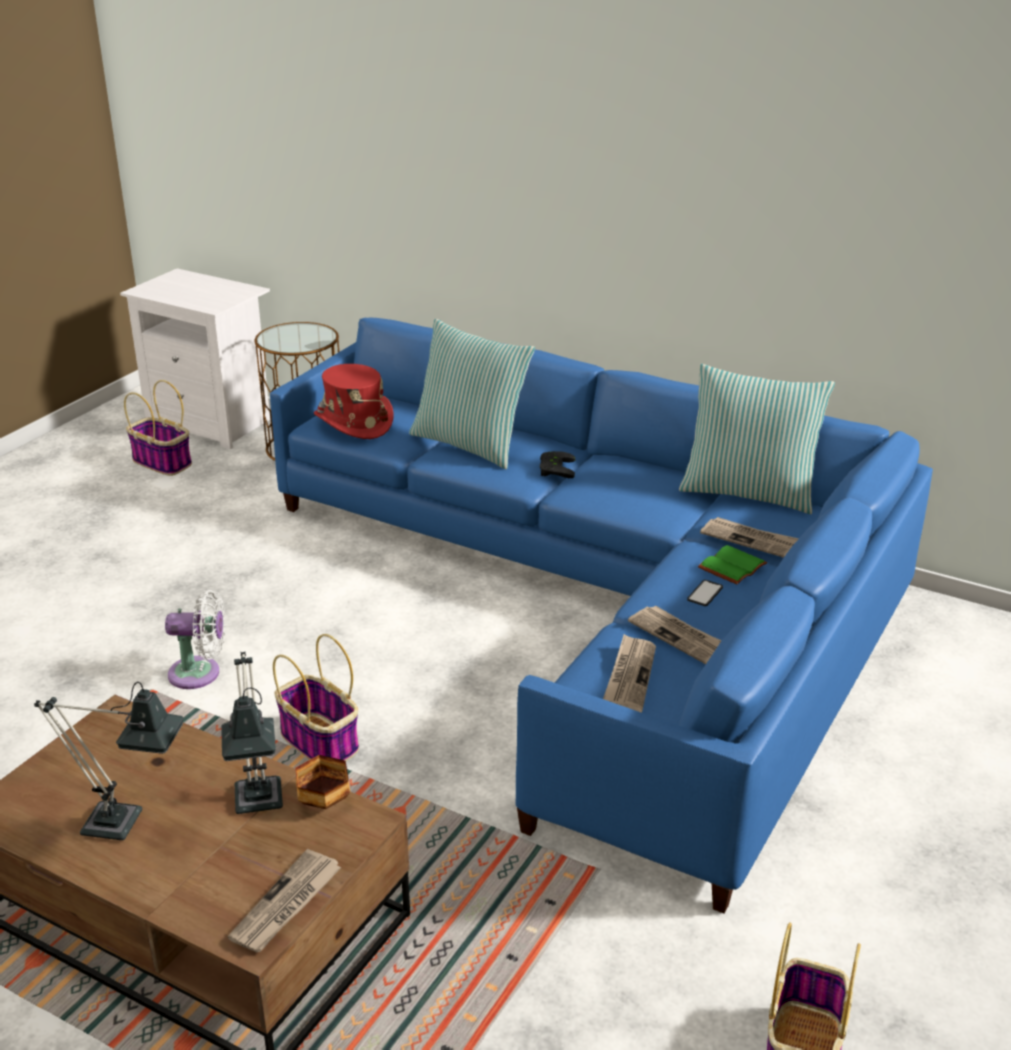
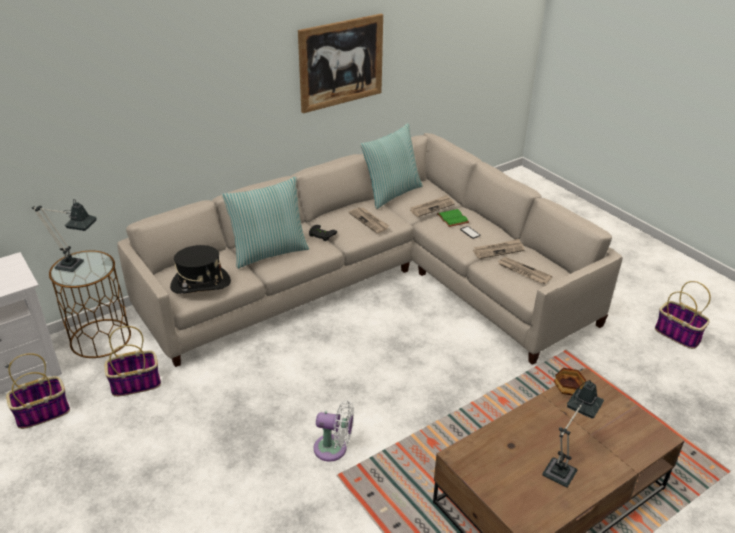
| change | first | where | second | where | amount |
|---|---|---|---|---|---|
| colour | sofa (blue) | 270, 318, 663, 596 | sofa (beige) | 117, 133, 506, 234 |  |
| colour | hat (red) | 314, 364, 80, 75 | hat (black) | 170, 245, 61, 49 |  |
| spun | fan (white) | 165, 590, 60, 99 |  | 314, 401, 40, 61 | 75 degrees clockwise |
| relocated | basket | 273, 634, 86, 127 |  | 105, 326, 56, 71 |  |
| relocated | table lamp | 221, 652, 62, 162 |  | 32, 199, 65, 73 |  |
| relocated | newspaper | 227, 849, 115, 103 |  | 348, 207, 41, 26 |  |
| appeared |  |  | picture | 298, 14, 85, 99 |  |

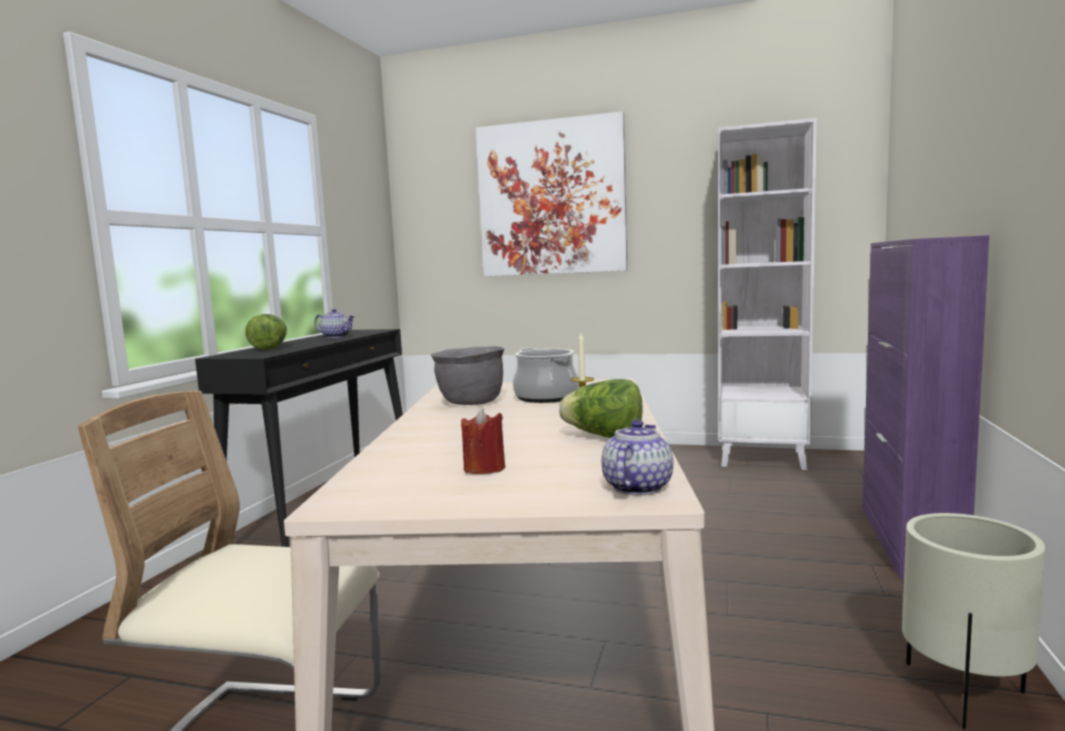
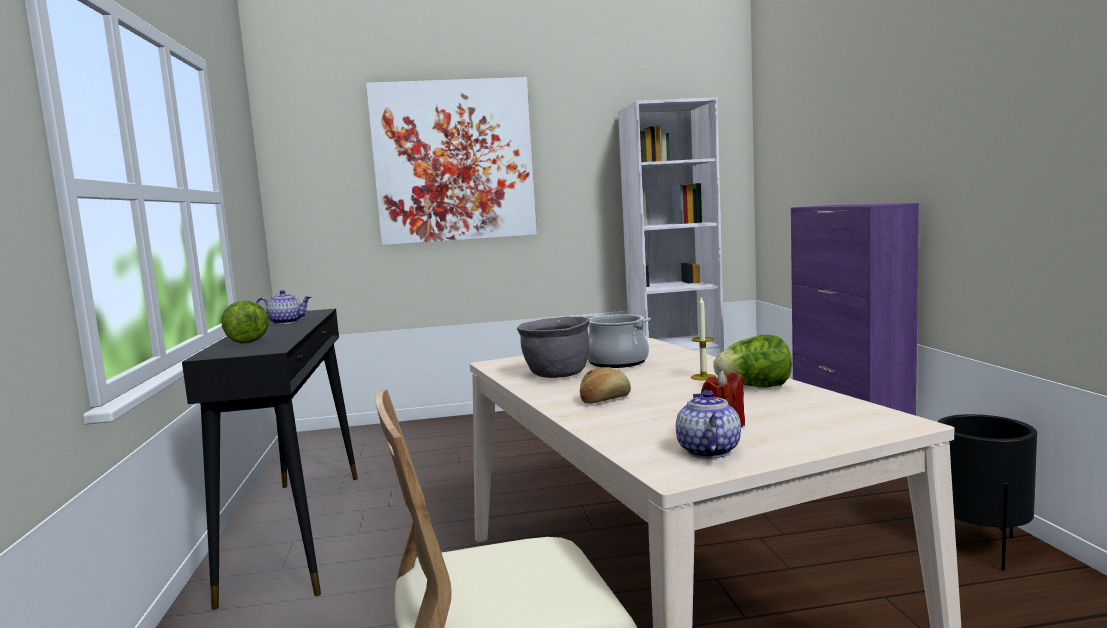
| change | first | where | second | where | amount |
|---|---|---|---|---|---|
| relocated | teapot | 602, 420, 71, 75 |  | 676, 390, 65, 68 |  |
| colour | planter (beige) | 902, 513, 143, 217 | planter (black) | 938, 414, 99, 156 |  |
| appeared |  |  | bread | 580, 367, 51, 37 |  |

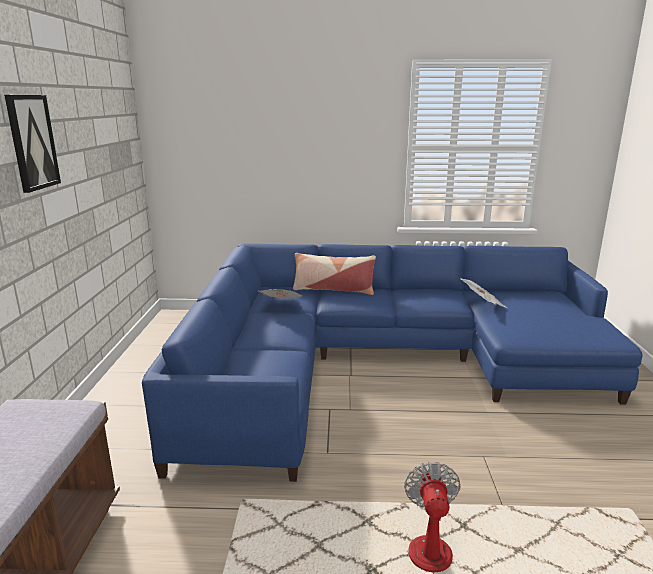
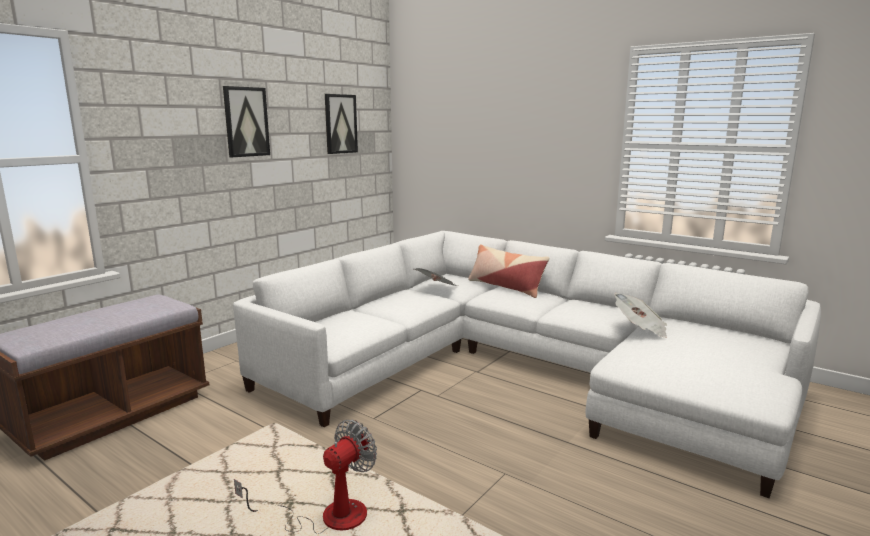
| change | first | where | second | where | amount |
|---|---|---|---|---|---|
| colour | sofa (blue) | 142, 243, 501, 239 | sofa (white) | 233, 231, 588, 267 |  |
| appeared |  |  | picture | 325, 94, 33, 60 |  |

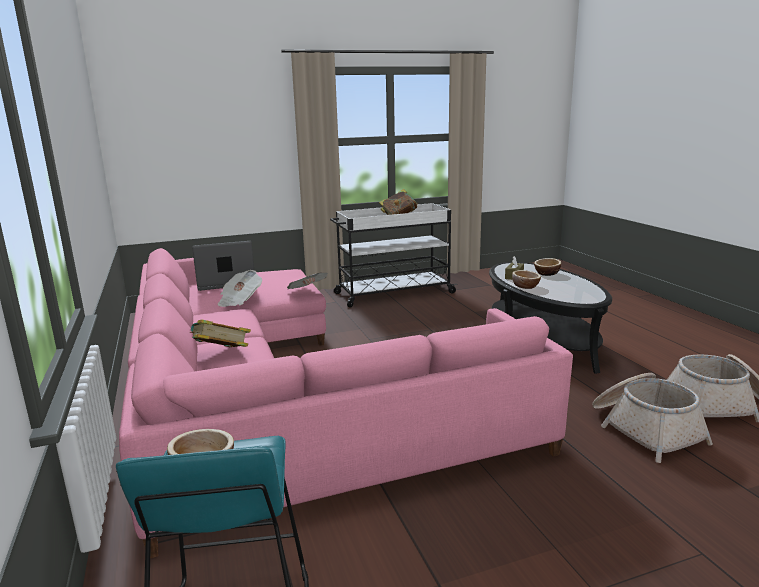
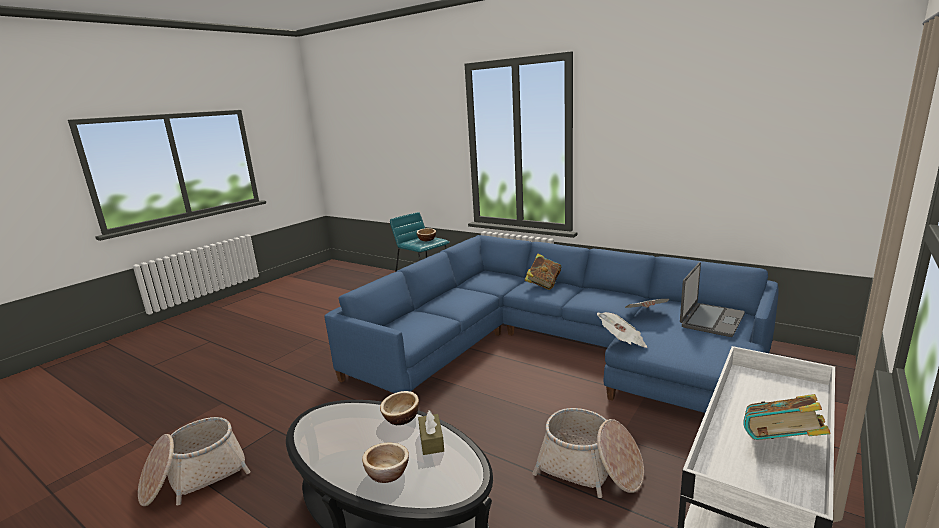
| change | first | where | second | where | amount |
|---|---|---|---|---|---|
| colour | sofa (pink) | 119, 248, 454, 310 | sofa (blue) | 325, 235, 454, 178 |  |
| relocated | basket | 592, 373, 121, 90 |  | 532, 408, 112, 90 |  |

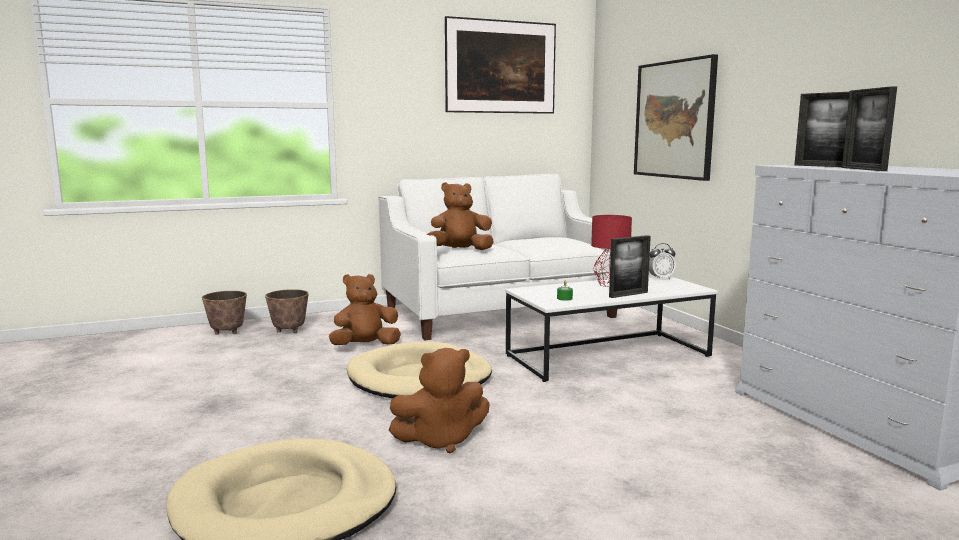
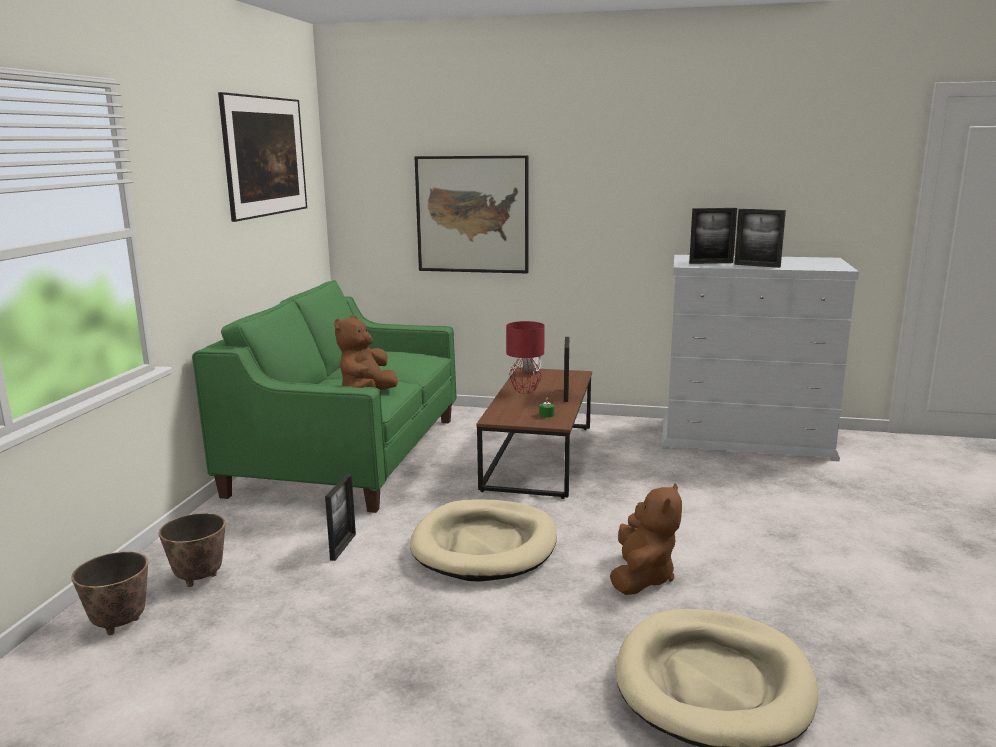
| change | first | where | second | where | amount |
|---|---|---|---|---|---|
| colour | sofa (white) | 378, 174, 239, 166 | sofa (green) | 192, 280, 265, 233 |  |
| exchanged | plush toy (brown) | 329, 274, 72, 71 | picture frame | 325, 474, 31, 87 |  |
| colour | coffee table (white) | 505, 275, 213, 107 | coffee table (brown) | 477, 368, 115, 131 |  |

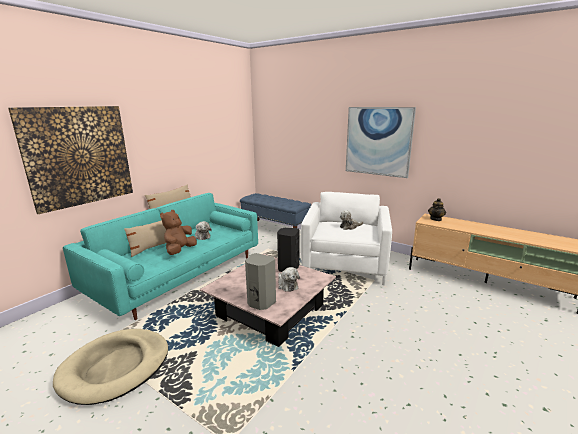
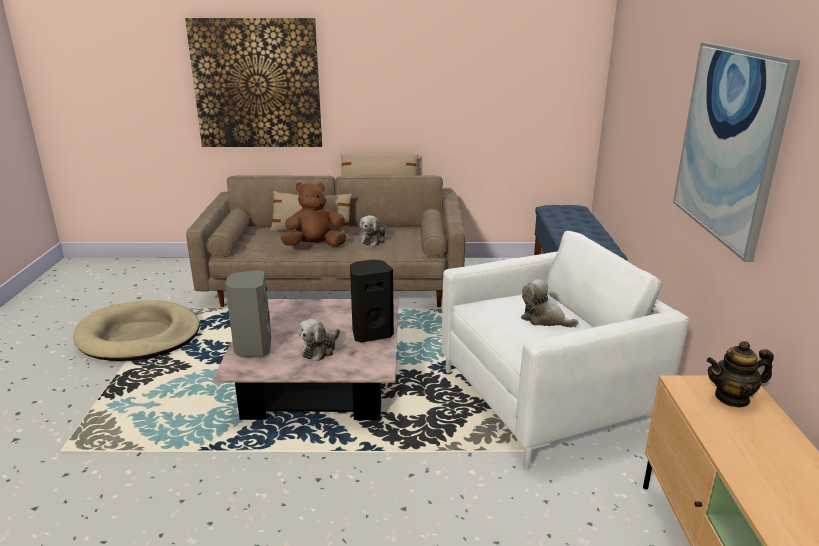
| change | first | where | second | where | amount |
|---|---|---|---|---|---|
| colour | sofa (turquoise) | 63, 193, 195, 127 | sofa (beige) | 186, 175, 279, 132 |  |

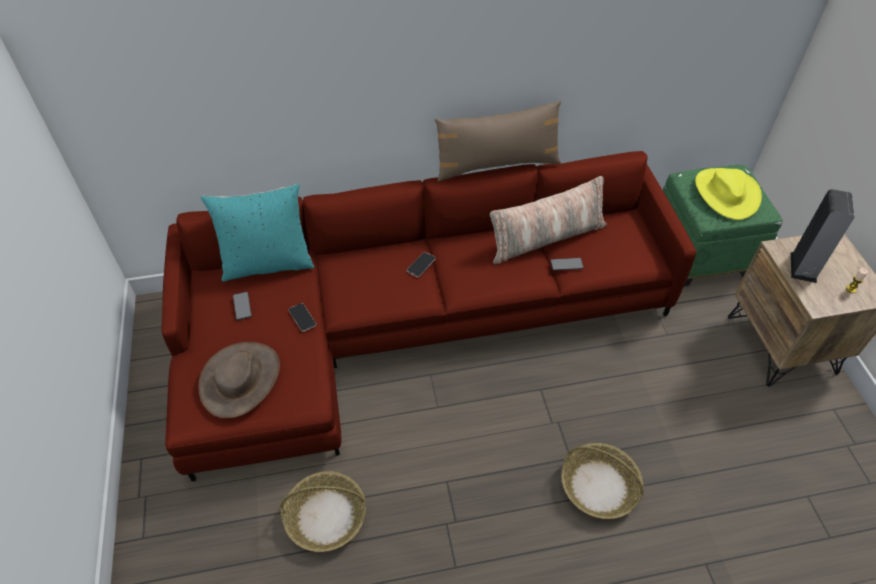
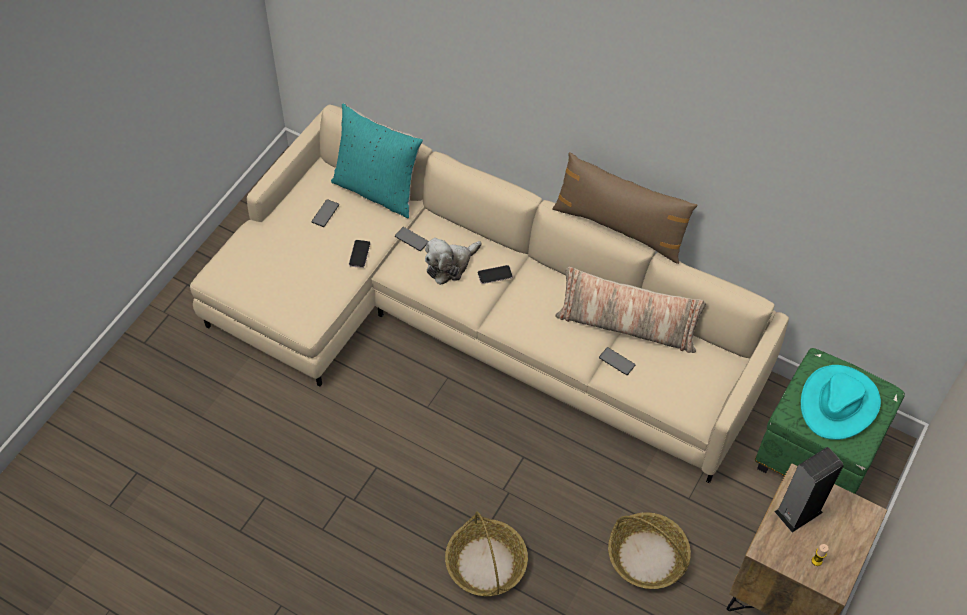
| change | first | where | second | where | amount |
|---|---|---|---|---|---|
| colour | sofa (red) | 162, 151, 534, 330 | sofa (beige) | 190, 104, 599, 379 |  |
| colour | hat (yellow) | 695, 168, 67, 52 | hat (turquoise) | 801, 365, 80, 75 |  |
| missing | hat (brown) | 198, 342, 82, 77 |  |  |  |
| relocated | basket | 280, 471, 86, 81 |  | 608, 512, 83, 77 |  |
| appeared |  |  | phone | 395, 227, 33, 24 |  |
| appeared |  |  | plush toy | 425, 238, 57, 47 |  |

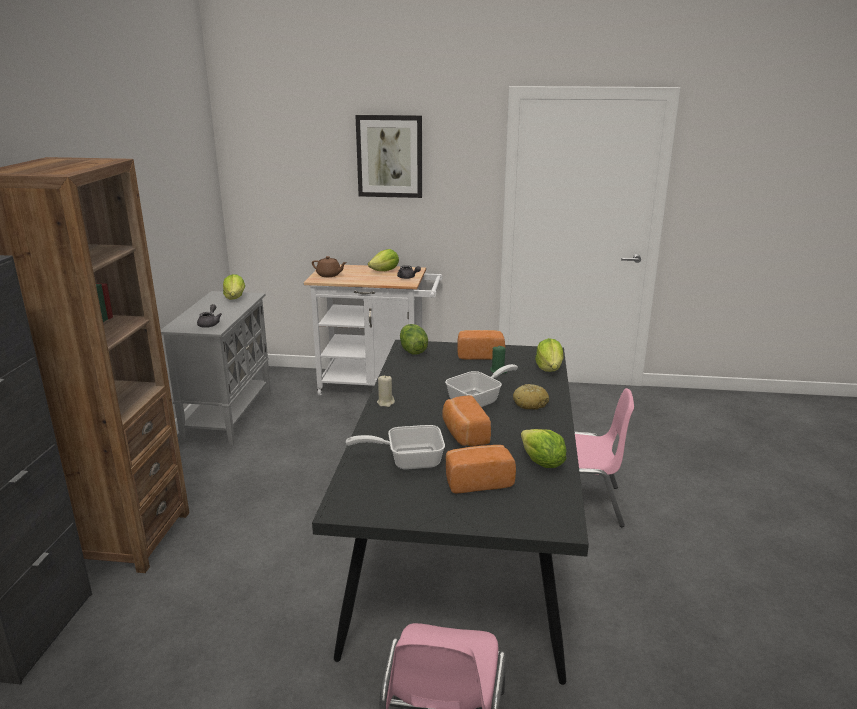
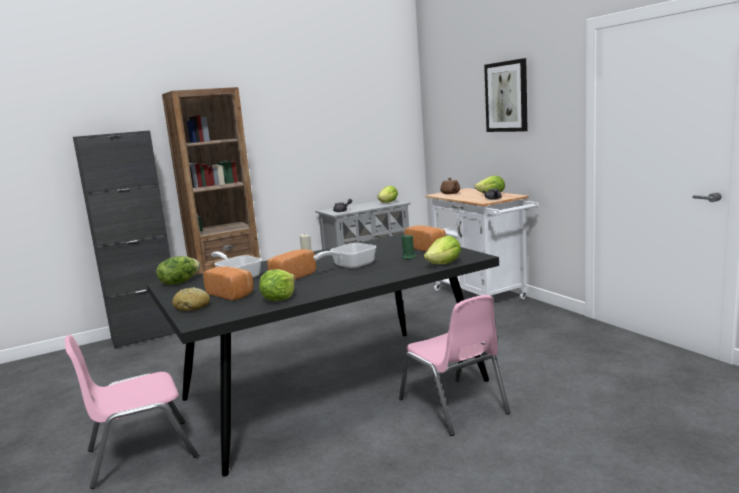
| change | first | where | second | where | amount |
|---|---|---|---|---|---|
| relocated | lettuce | 400, 324, 28, 31 |  | 156, 256, 44, 29 |  |
| spun | frying pan | 445, 364, 73, 43 |  | 314, 243, 63, 26 | 120 degrees clockwise |
| relocated | bread | 513, 384, 36, 26 |  | 172, 287, 38, 24 |  |

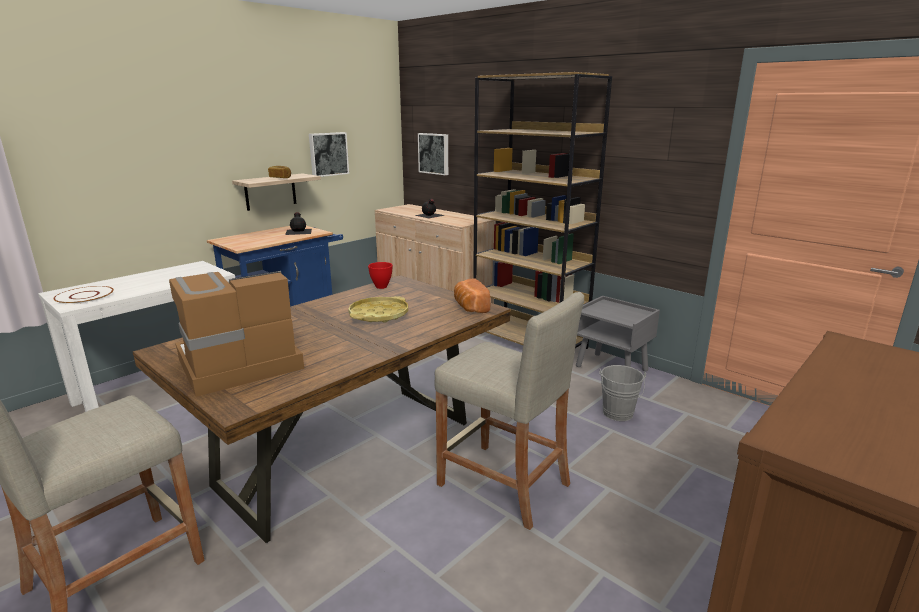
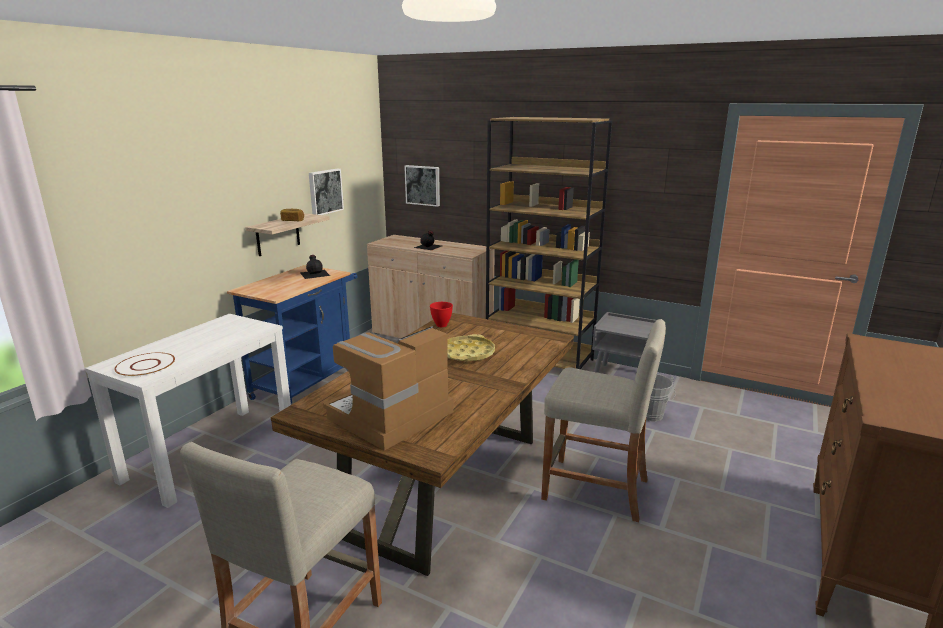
| change | first | where | second | where | amount |
|---|---|---|---|---|---|
| missing | bread | 454, 278, 37, 35 |  |  |  |

